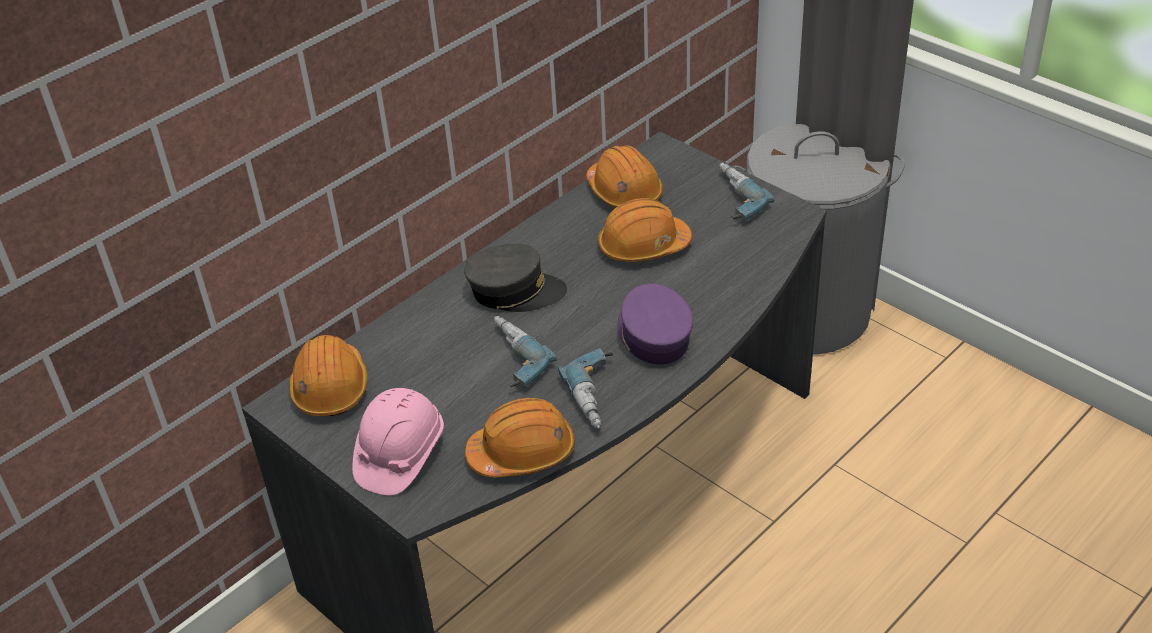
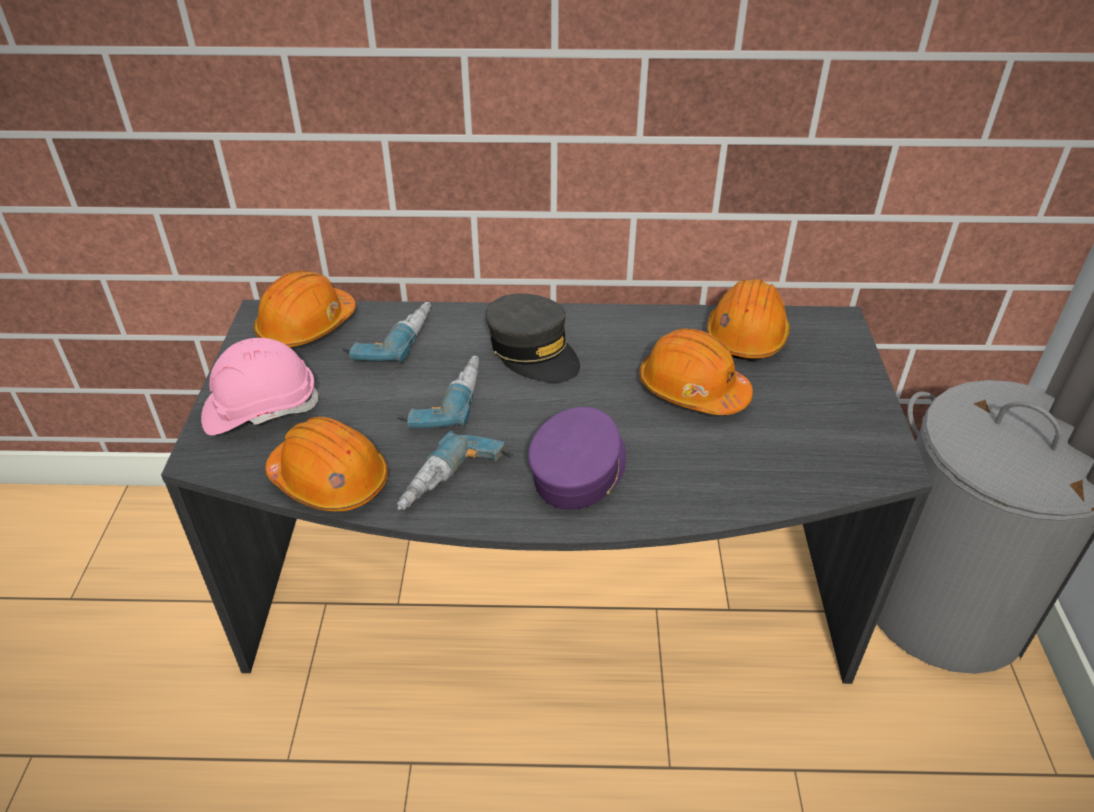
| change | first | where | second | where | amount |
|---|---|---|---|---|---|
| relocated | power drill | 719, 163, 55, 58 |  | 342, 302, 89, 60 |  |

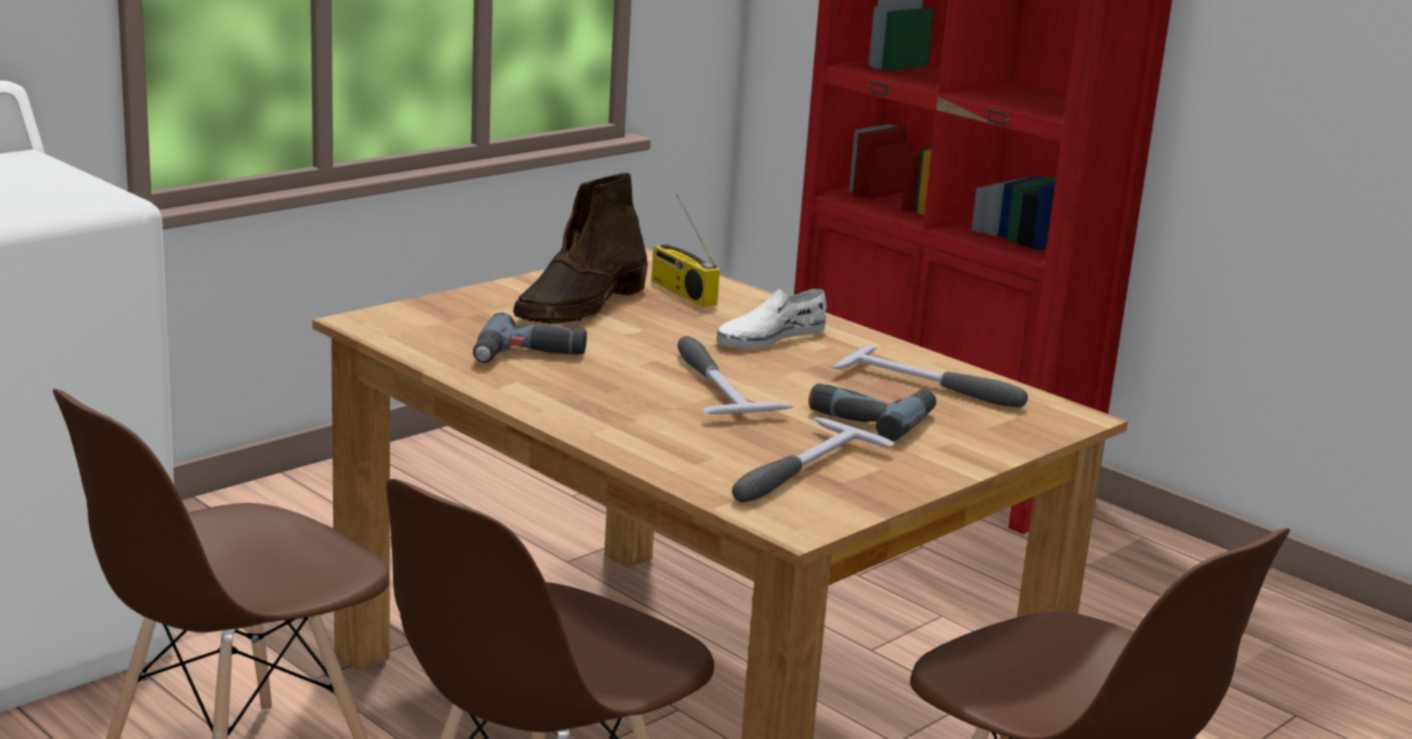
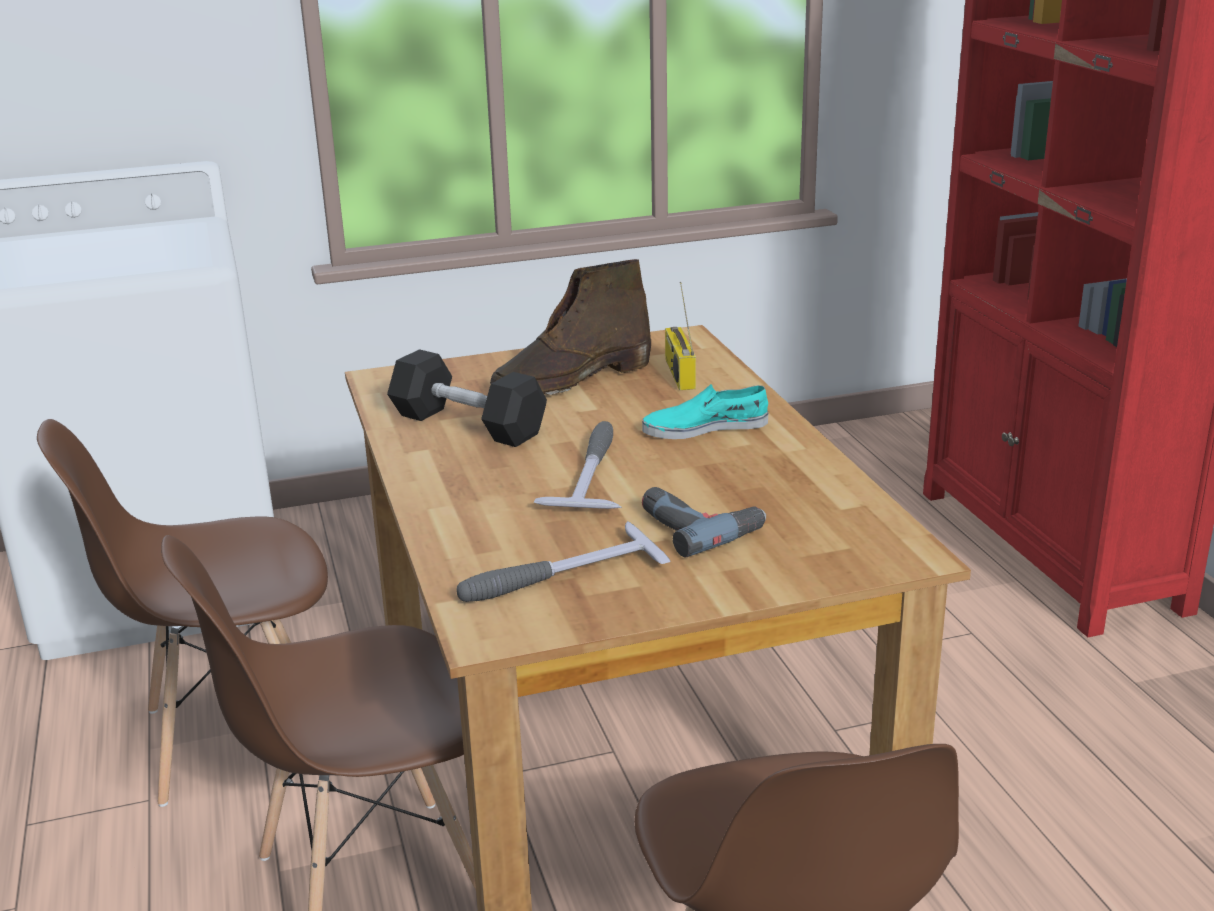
| change | first | where | second | where | amount |
|---|---|---|---|---|---|
| colour | shoe (white) | 717, 289, 110, 60 | shoe (turquoise) | 642, 384, 127, 55 |  |
| exchanged | power drill | 473, 313, 114, 50 | dumbbell (black) | 387, 349, 160, 98 |  |
| missing | hammer | 832, 345, 196, 62 |  |  |  |

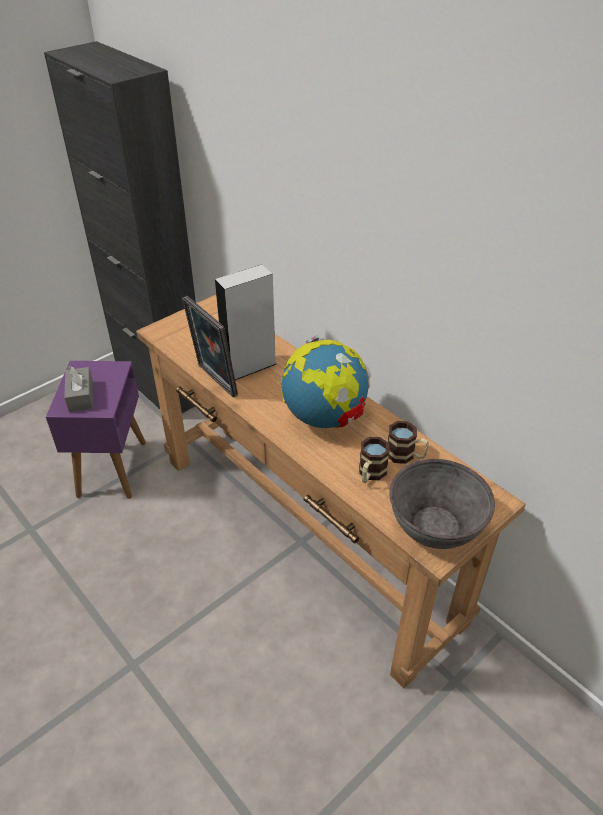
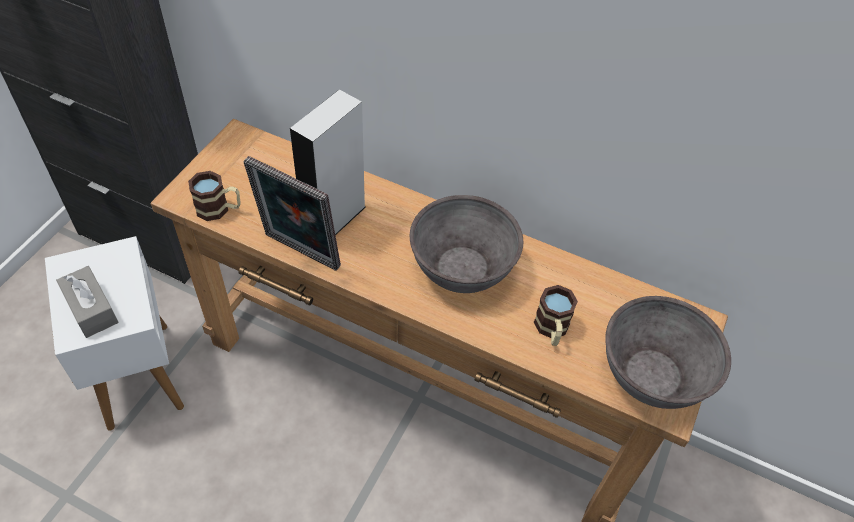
| change | first | where | second | where | amount |
|---|---|---|---|---|---|
| exchanged | globe | 281, 335, 90, 93 | bowl (grey) | 410, 195, 113, 98 |  |
| colour | side table (purple) | 46, 361, 100, 138 | side table (white) | 45, 236, 139, 195 |  |
| relocated | mug | 388, 421, 41, 43 |  | 188, 171, 53, 50 |  |

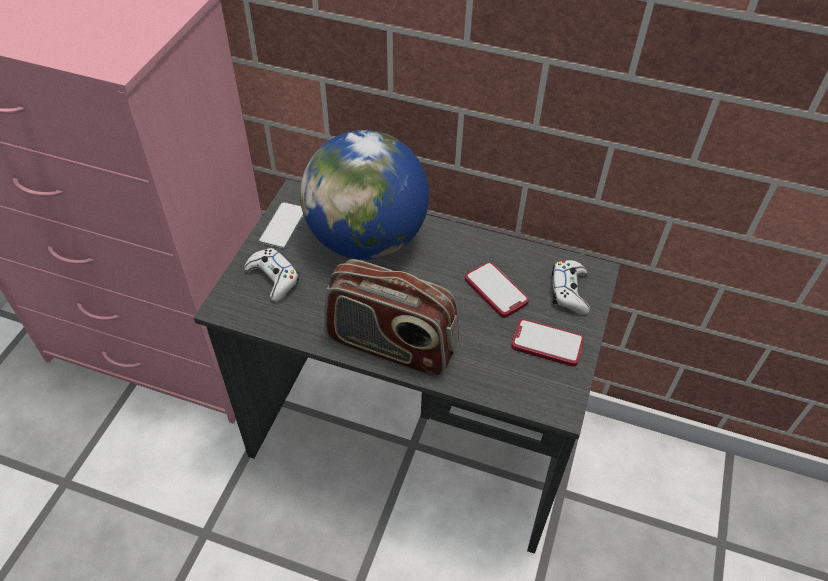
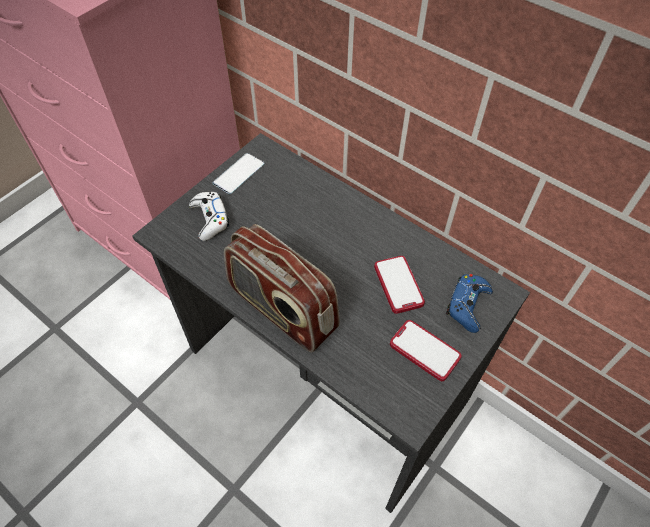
| change | first | where | second | where | amount |
|---|---|---|---|---|---|
| missing | globe | 300, 130, 129, 130 |  |  |  |
| colour | game controller (white) | 552, 260, 38, 55 | game controller (blue) | 446, 274, 47, 59 |  |

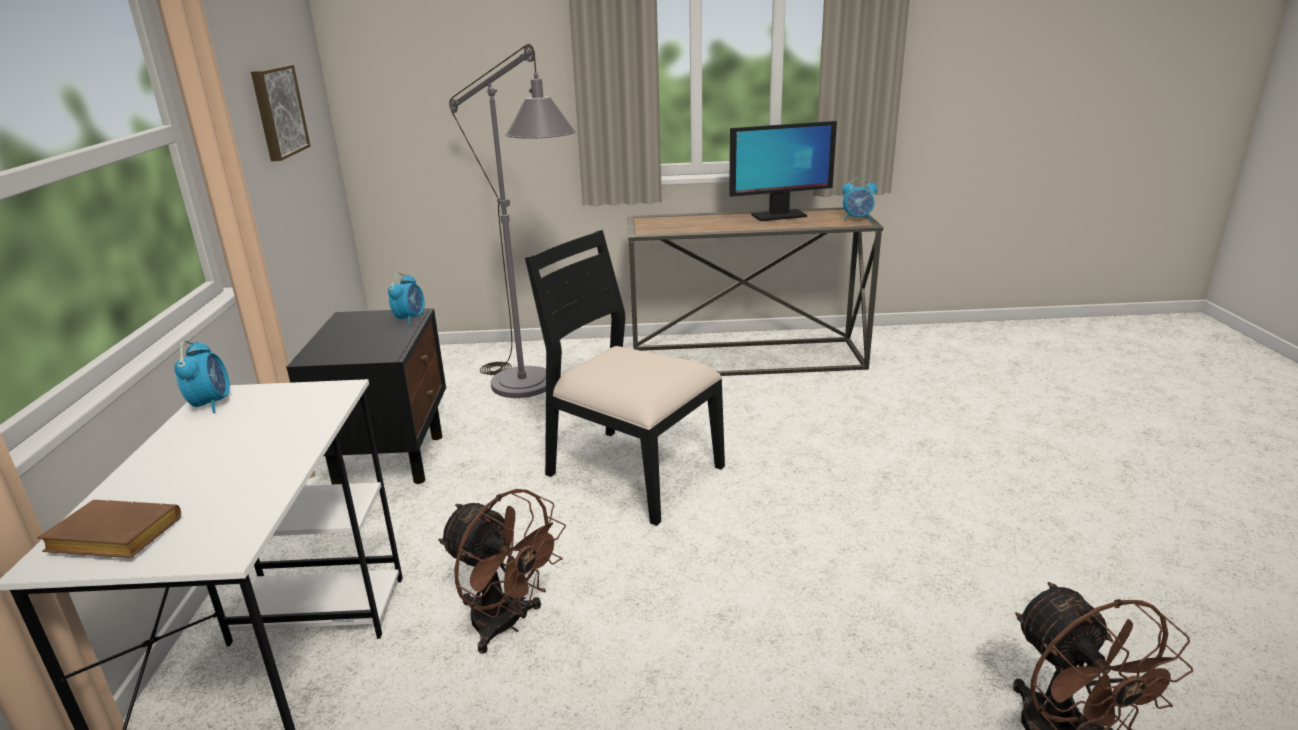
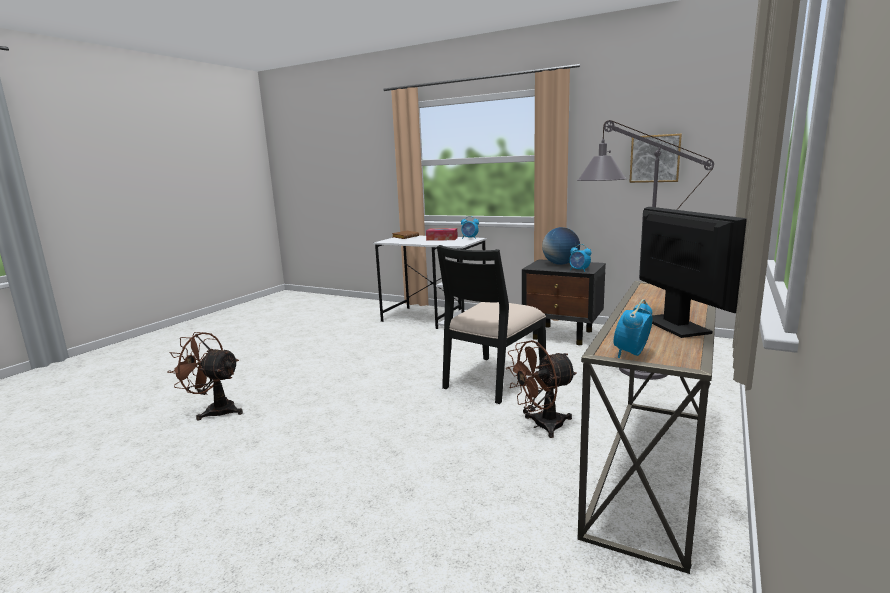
| change | first | where | second | where | amount |
|---|---|---|---|---|---|
| spun | monitor | 729, 121, 108, 100 |  | 639, 207, 108, 131 | 150 degrees clockwise |
| spun | chair (black) | 525, 230, 200, 296 |  | 437, 245, 109, 159 | 150 degrees clockwise |
| relocated | fan (brown) | 438, 489, 128, 165 |  | 505, 340, 72, 98 |  |
| appeared |  |  | globe | 542, 227, 38, 38 |  |
| appeared |  |  | tissue box | 426, 228, 32, 13 |  |

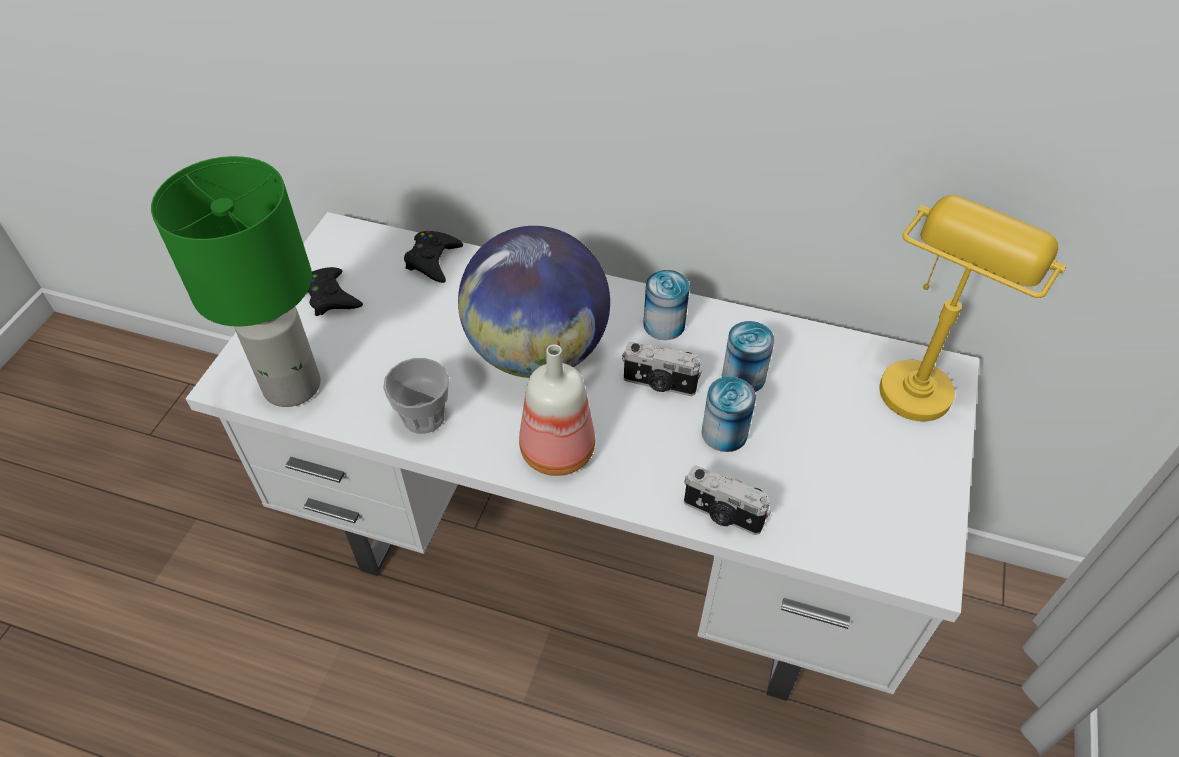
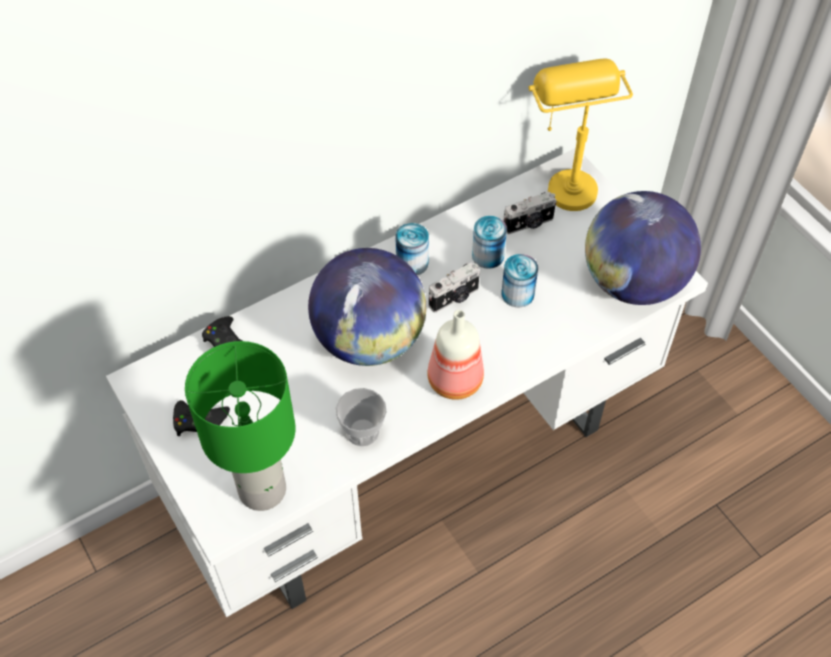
| change | first | where | second | where | amount |
|---|---|---|---|---|---|
| relocated | photo camera | 684, 466, 87, 69 |  | 503, 192, 54, 42 |  |
| appeared |  |  | globe | 585, 191, 116, 114 |  |

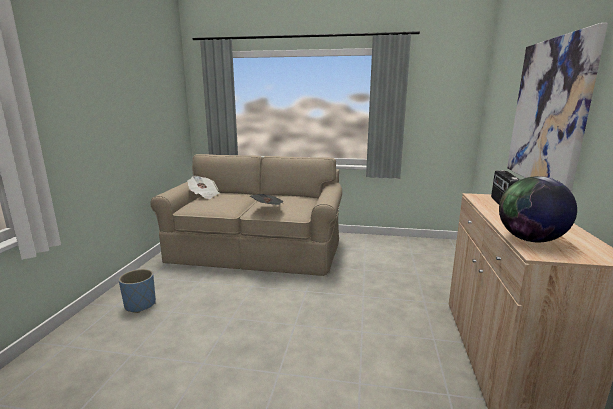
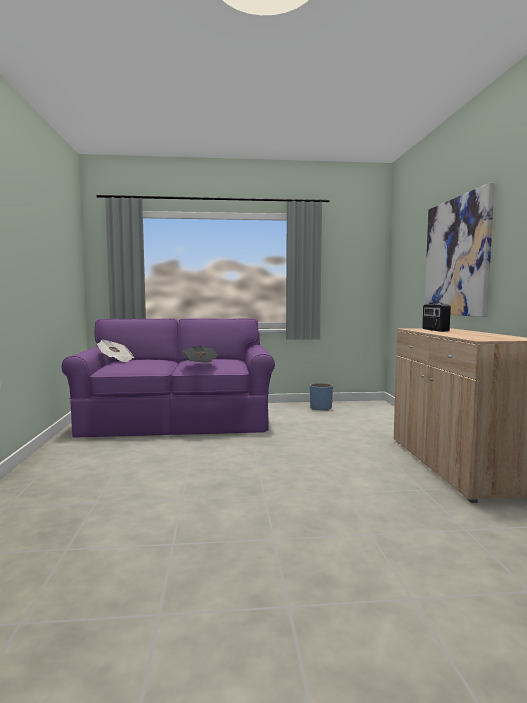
| change | first | where | second | where | amount |
|---|---|---|---|---|---|
| colour | sofa (beige) | 150, 154, 192, 122 | sofa (purple) | 62, 318, 213, 120 |  |
| missing | globe | 499, 176, 78, 66 |  |  |  |
| relocated | planter (blue) | 119, 269, 37, 44 |  | 310, 383, 23, 28 |  |

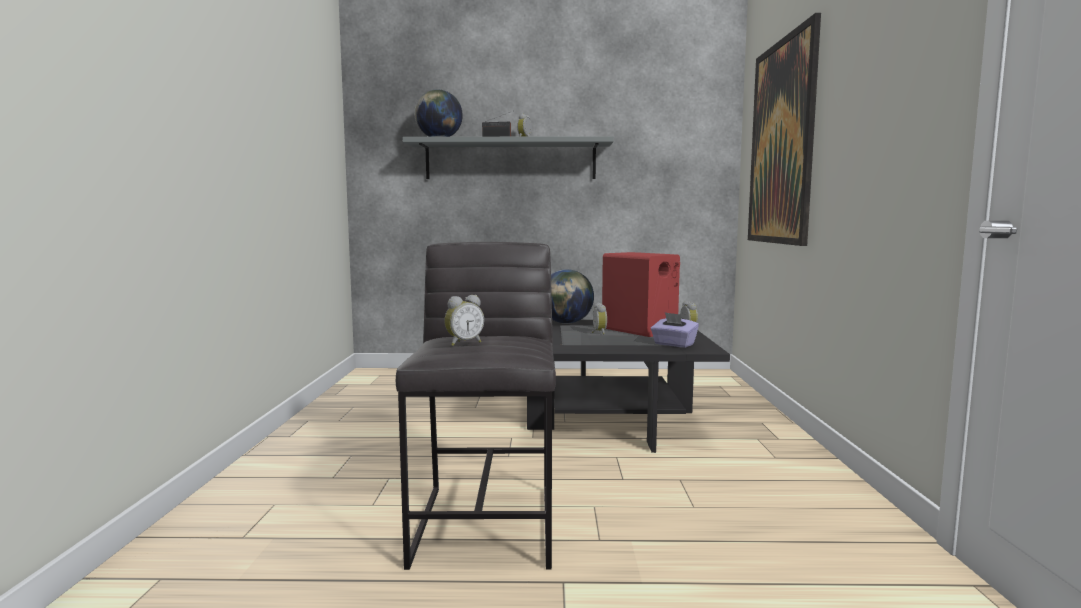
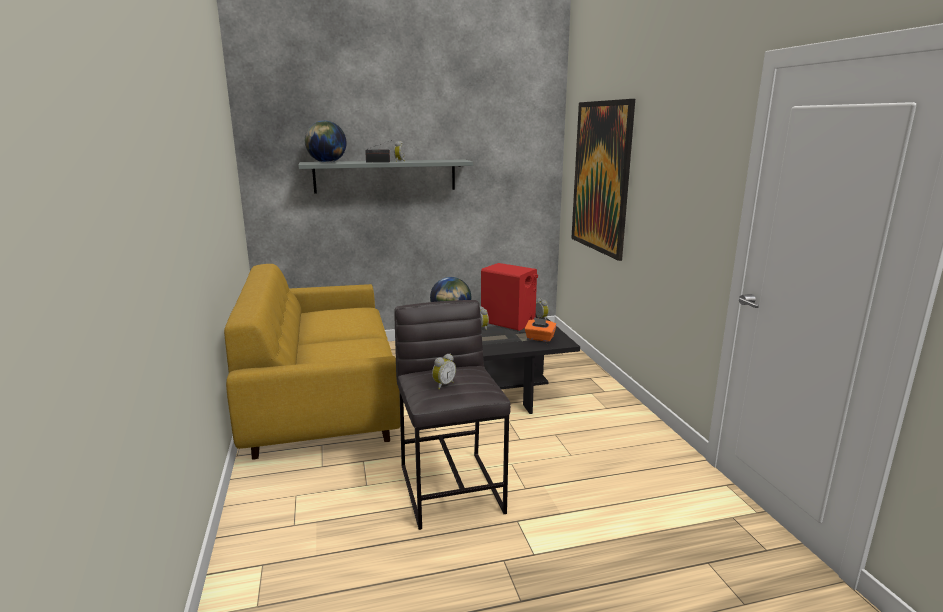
| change | first | where | second | where | amount |
|---|---|---|---|---|---|
| colour | tissue box (purple) | 651, 312, 48, 36 | tissue box (orange) | 525, 318, 32, 24 |  |
| appeared |  |  | sofa (yellow) | 224, 264, 176, 196 |  |

